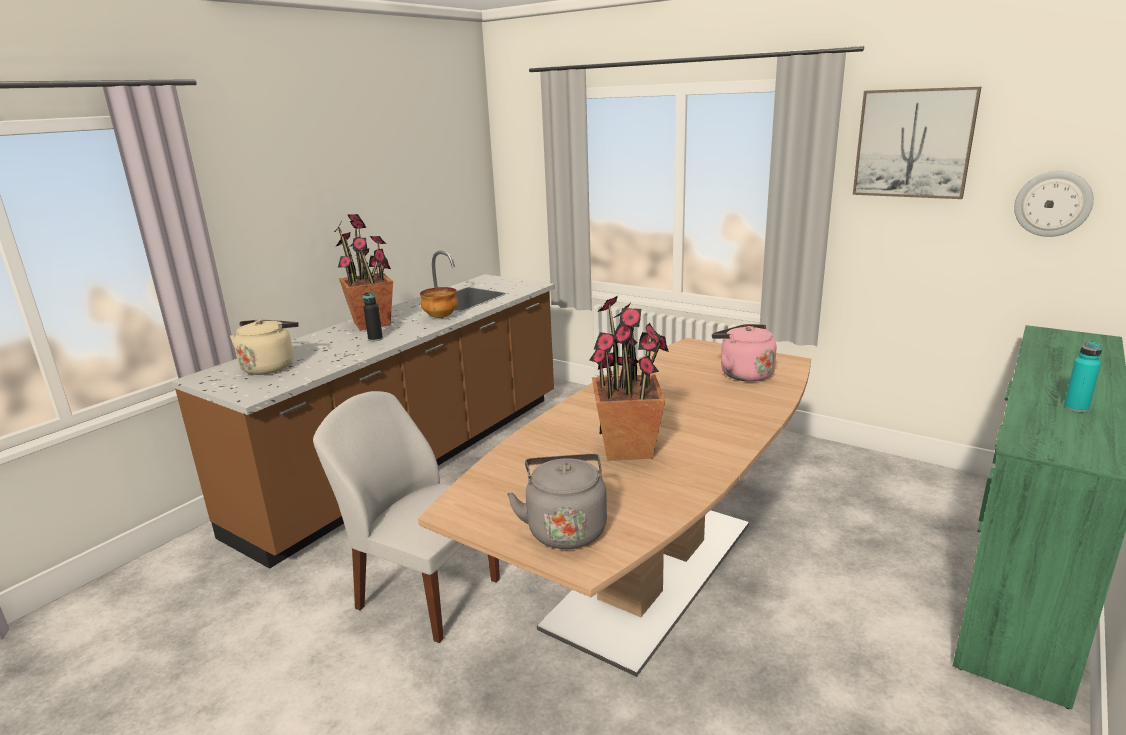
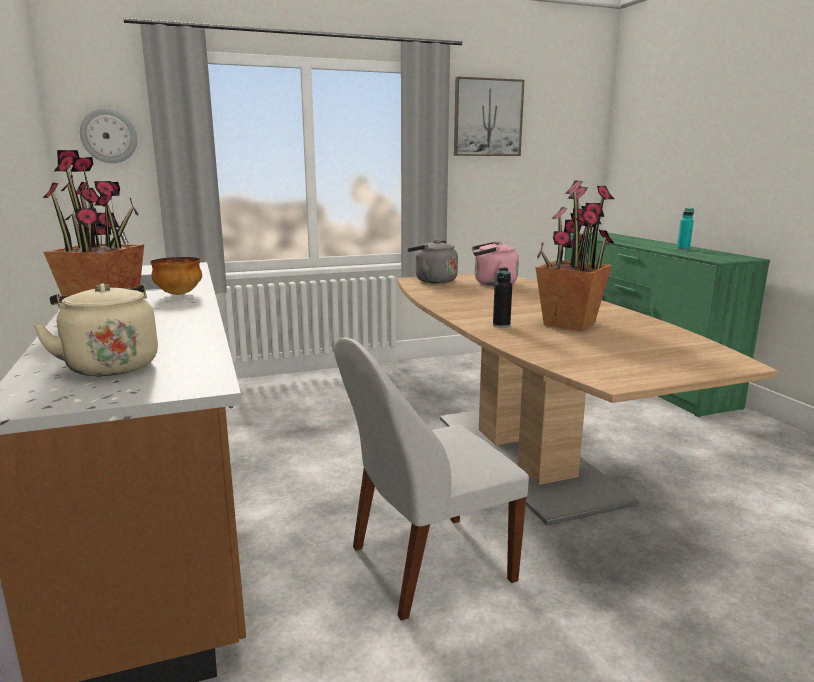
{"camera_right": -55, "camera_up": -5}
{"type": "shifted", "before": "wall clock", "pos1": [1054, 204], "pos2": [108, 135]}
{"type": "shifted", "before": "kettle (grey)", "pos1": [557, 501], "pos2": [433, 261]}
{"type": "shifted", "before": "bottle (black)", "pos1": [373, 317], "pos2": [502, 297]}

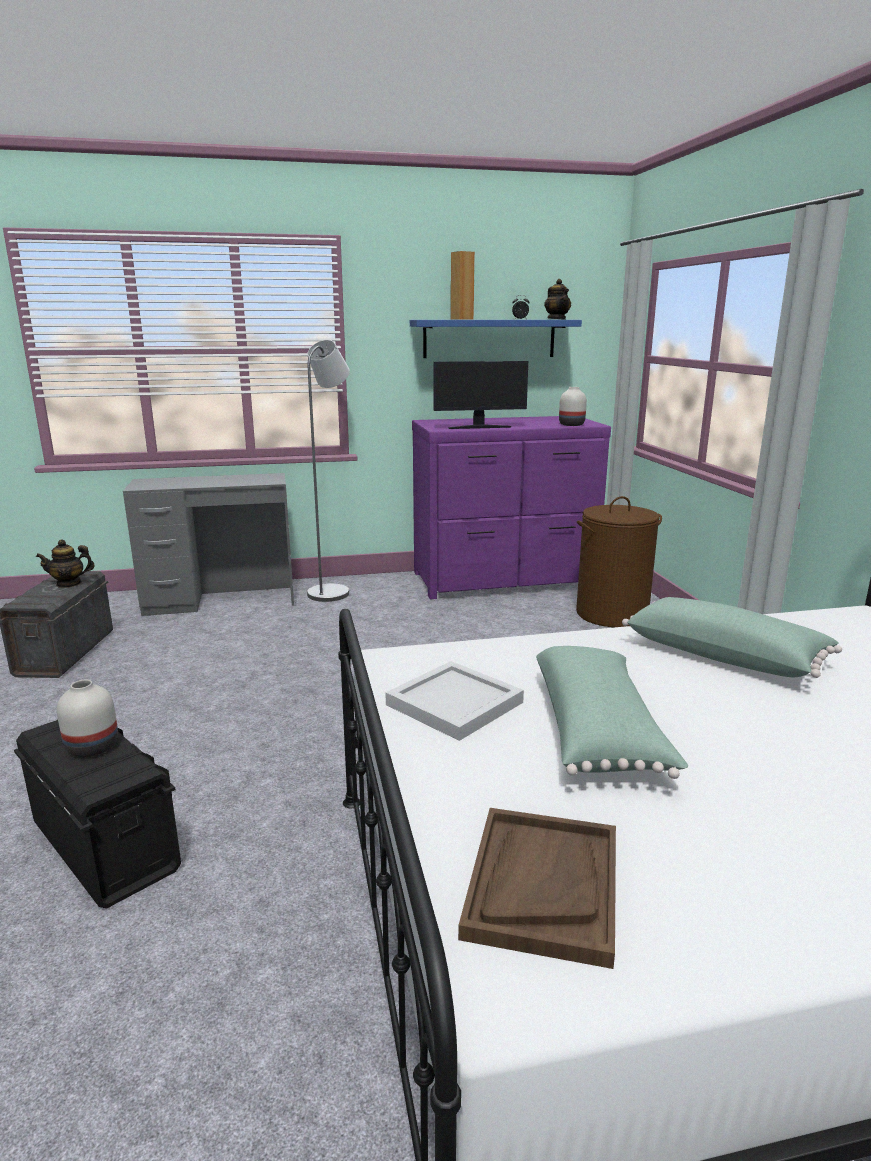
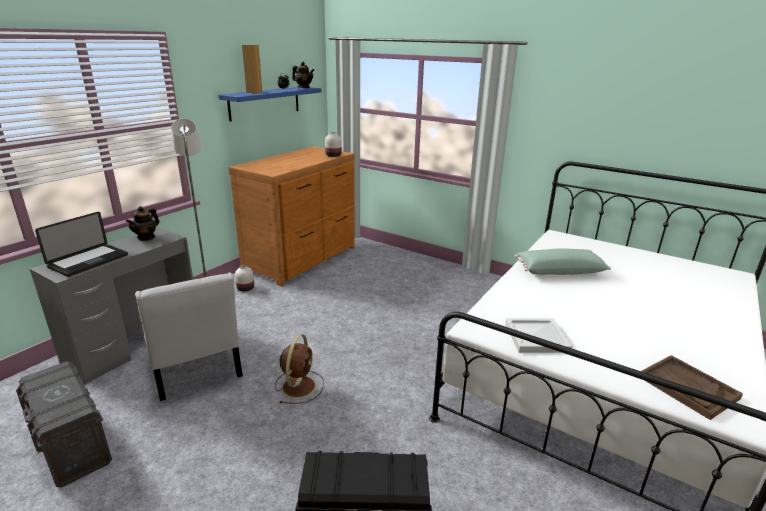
{"camera_right": -45, "camera_up": 5}
{"type": "new", "after": "laptop", "pos2": [81, 244]}
{"type": "shifted", "before": "teapot", "pos1": [65, 563], "pos2": [142, 223]}
{"type": "new", "after": "chair (white)", "pos2": [189, 336]}
{"type": "repainted", "before": "dresser (purple)", "after": "dresser (brown)", "pos1": [511, 507], "pos2": [292, 216]}
{"type": "shifted", "before": "vase (white)", "pos1": [87, 718], "pos2": [244, 278]}
{"type": "new", "after": "fan (brown)", "pos2": [299, 369]}
{"type": "gone", "before": "monitor", "pos1": [480, 395]}
{"type": "gone", "before": "pillow (green)", "pos1": [612, 712]}
{"type": "gone", "before": "laundry basket (brown)", "pos1": [619, 561]}

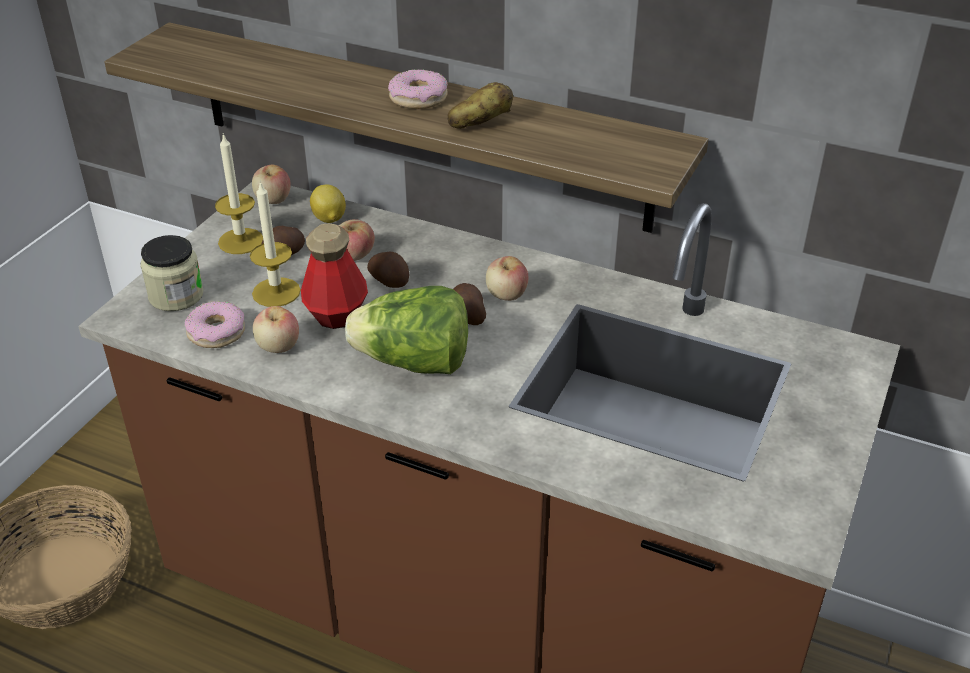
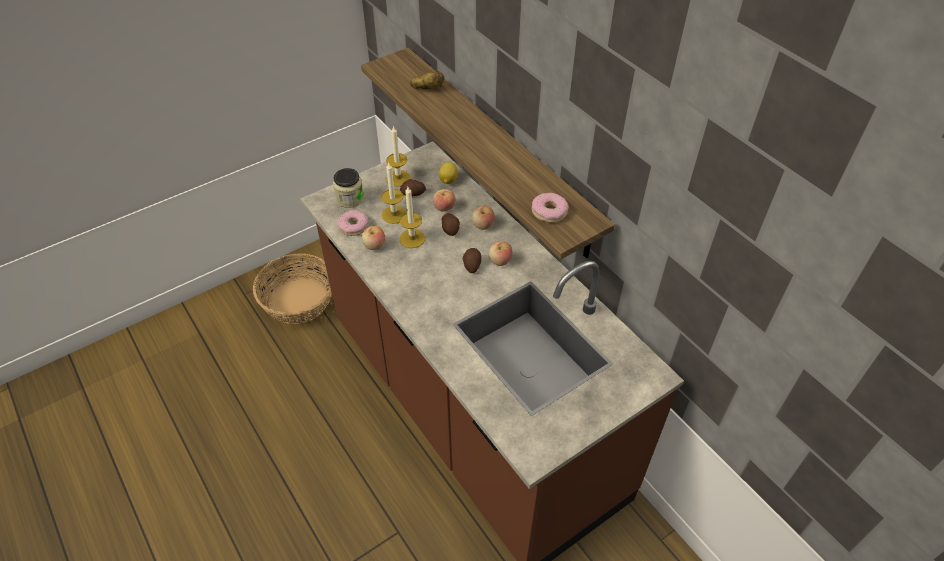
{"camera_right": 30, "camera_up": 10}
{"type": "swapped", "before": "bottle", "after": "candle", "pos1": [334, 276], "pos2": [412, 217]}
{"type": "shifted", "before": "potato", "pos1": [480, 105], "pos2": [427, 80]}
{"type": "shifted", "before": "apple", "pos1": [271, 184], "pos2": [483, 218]}
{"type": "shifted", "before": "donut", "pos1": [417, 89], "pos2": [550, 208]}
{"type": "gone", "before": "lettuce", "pos1": [406, 330]}

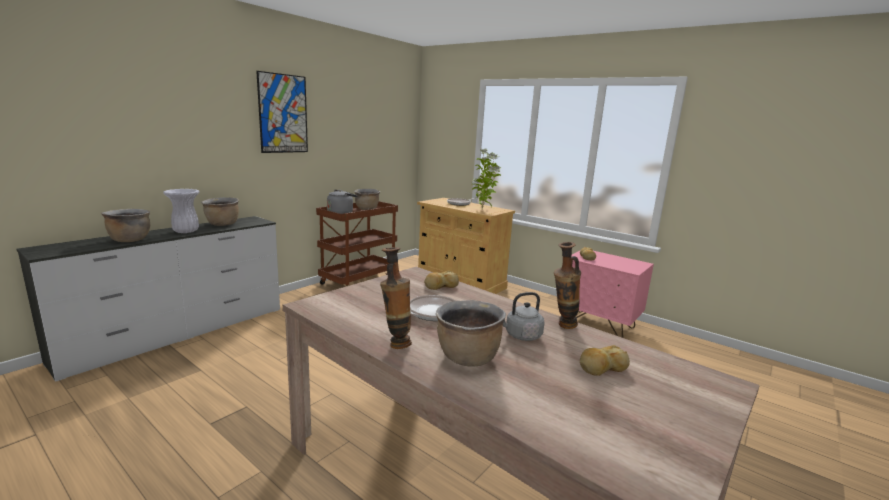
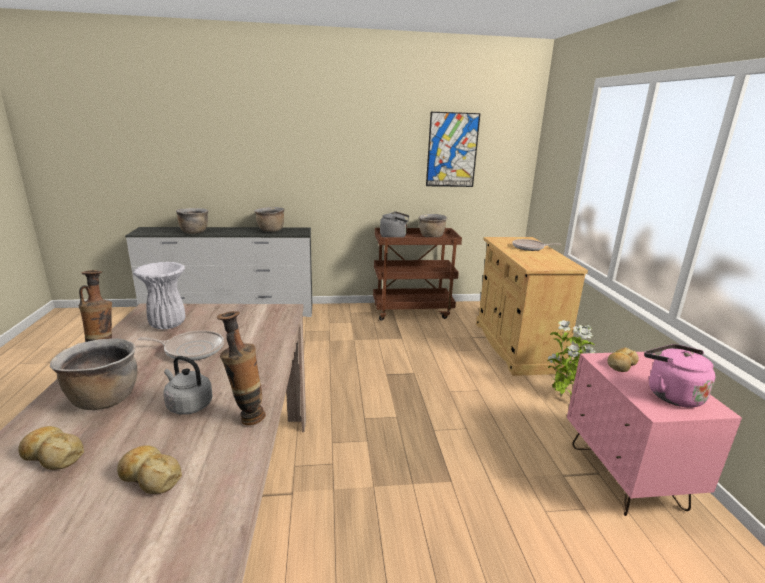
{"camera_right": 45, "camera_up": 5}
{"type": "shifted", "before": "bread", "pos1": [441, 280], "pos2": [51, 448]}
{"type": "shifted", "before": "vase (white)", "pos1": [181, 211], "pos2": [159, 295]}
{"type": "shifted", "before": "picture", "pos1": [282, 112], "pos2": [453, 149]}
{"type": "shifted", "before": "potted plant", "pos1": [486, 178], "pos2": [572, 358]}
{"type": "new", "after": "kettle (pink)", "pos2": [679, 376]}

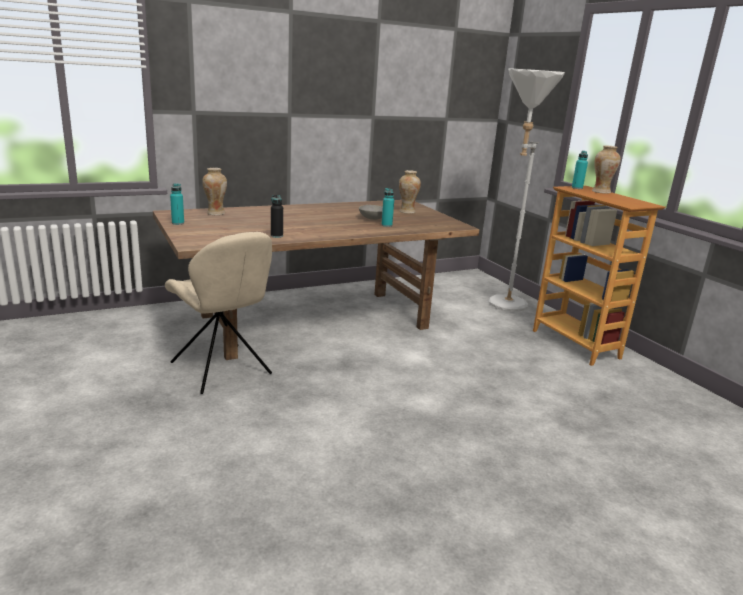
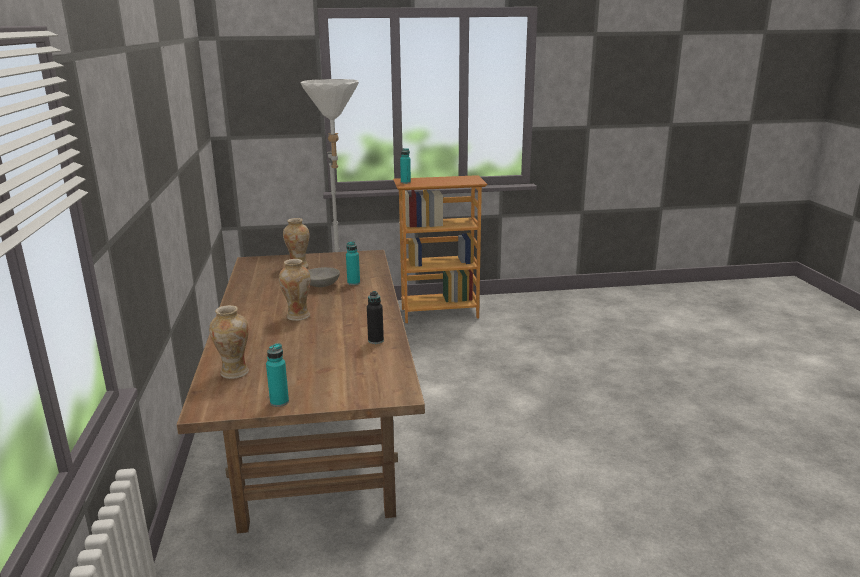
{"camera_right": -70, "camera_up": 0}
{"type": "shifted", "before": "vase", "pos1": [606, 169], "pos2": [295, 290]}
{"type": "gone", "before": "chair (beige)", "pos1": [218, 313]}

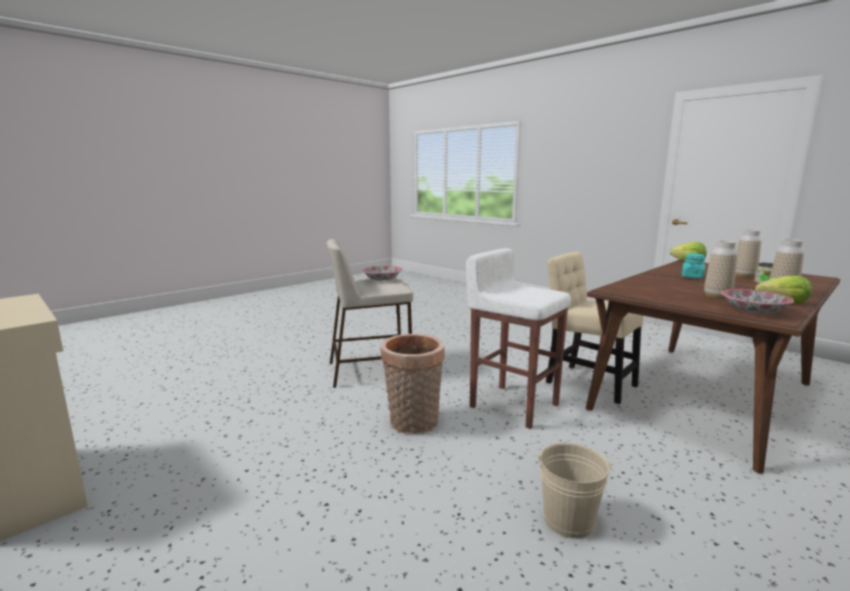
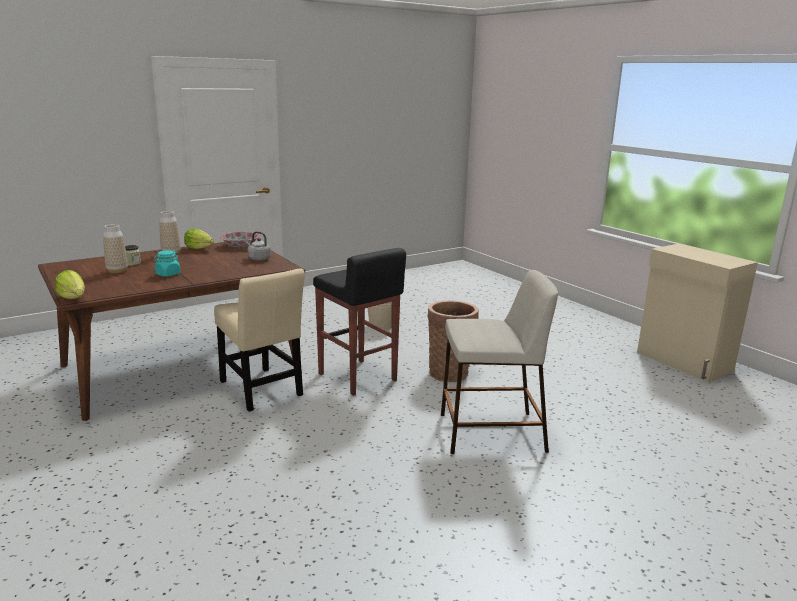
{"camera_right": -170, "camera_up": 5}
{"type": "new", "after": "kettle (grey)", "pos2": [258, 246]}
{"type": "repainted", "before": "stool (white)", "after": "stool (black)", "pos1": [518, 338], "pos2": [359, 322]}
{"type": "gone", "before": "bowl", "pos1": [382, 273]}
{"type": "gone", "before": "vase", "pos1": [720, 269]}

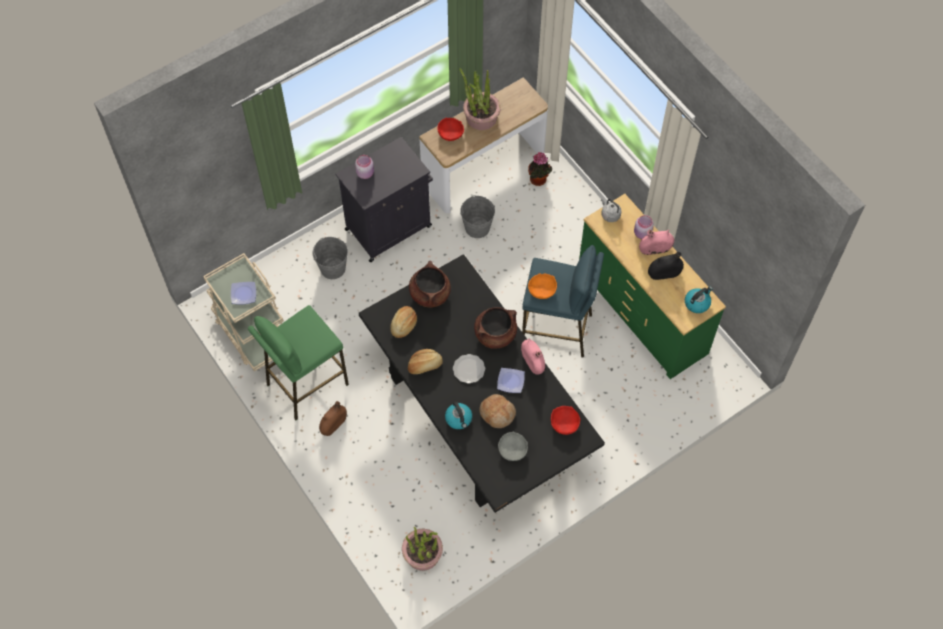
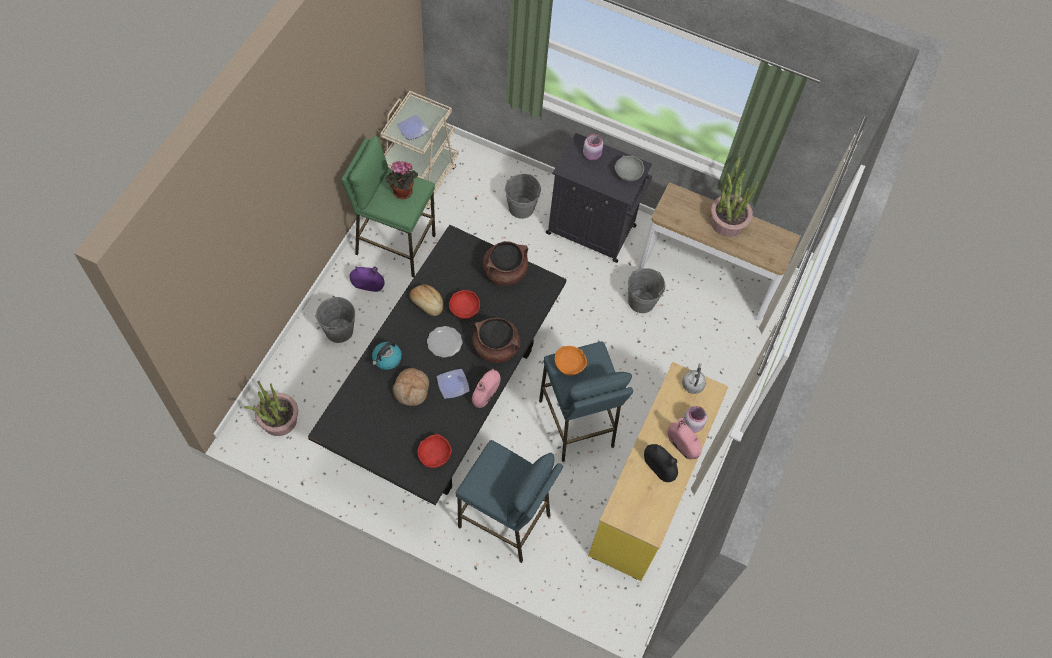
{"camera_right": 55, "camera_up": 0}
{"type": "new", "after": "bucket (grey)", "pos2": [335, 319]}
{"type": "repainted", "before": "vase (brown)", "after": "vase (purple)", "pos1": [333, 418], "pos2": [367, 279]}
{"type": "shifted", "before": "potted plant", "pos1": [540, 169], "pos2": [401, 180]}
{"type": "shifted", "before": "bowl (red)", "pos1": [450, 129], "pos2": [464, 304]}
{"type": "new", "after": "stool (blue)", "pos2": [509, 501]}
{"type": "repainted", "before": "dresser (green)", "after": "dresser (yellow)", "pos1": [652, 286], "pos2": [658, 471]}
{"type": "shifted", "before": "bowl (grey)", "pos1": [513, 446], "pos2": [629, 168]}
{"type": "gone", "before": "bread", "pos1": [403, 322]}
{"type": "gone", "before": "kettle", "pos1": [699, 299]}

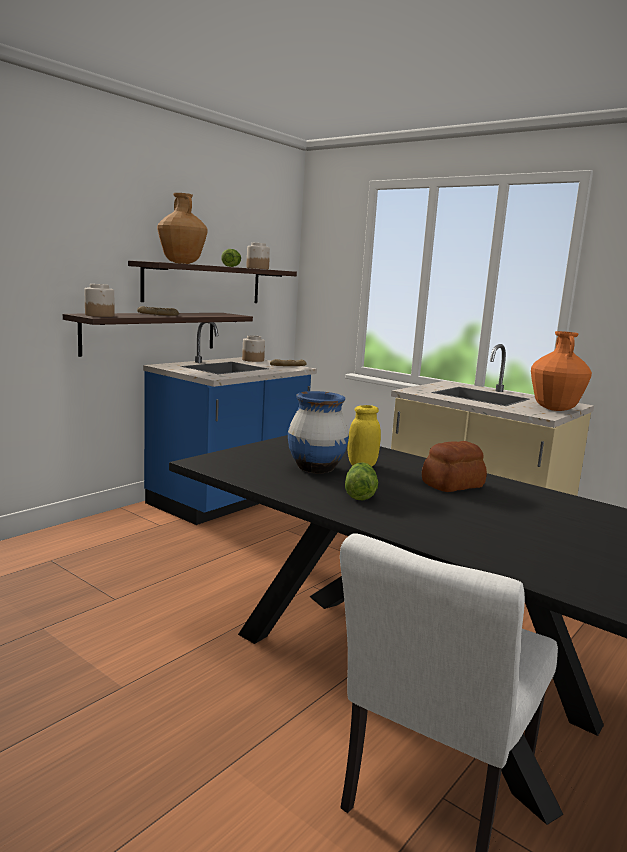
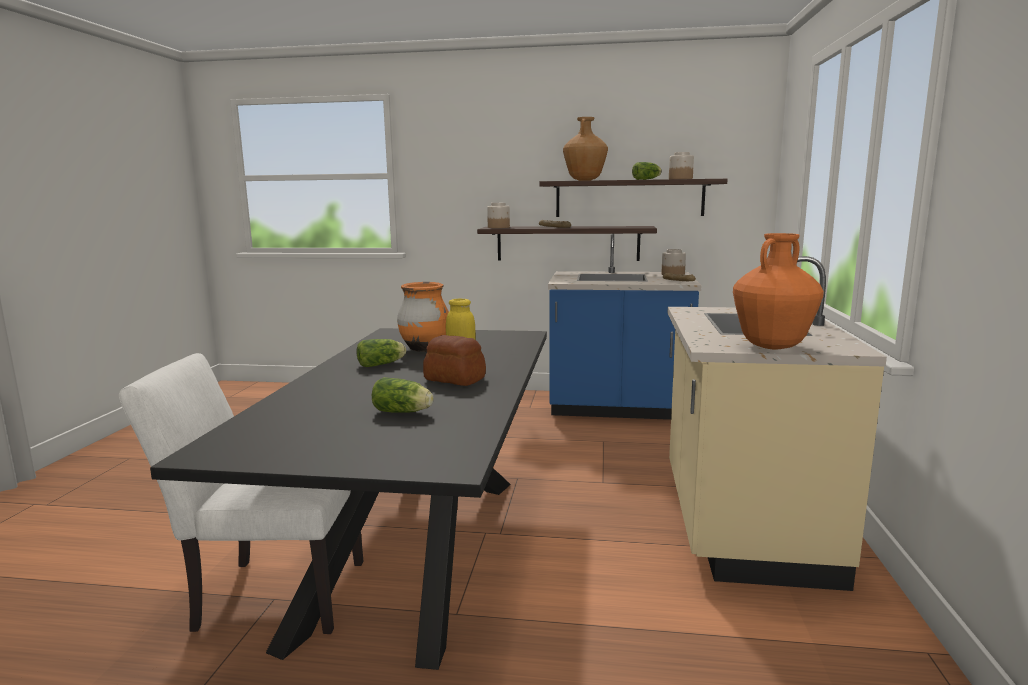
{"camera_right": 60, "camera_up": 0}
{"type": "new", "after": "lettuce", "pos2": [403, 395]}
{"type": "repainted", "before": "vase (blue)", "after": "vase (orange)", "pos1": [318, 432], "pos2": [423, 317]}

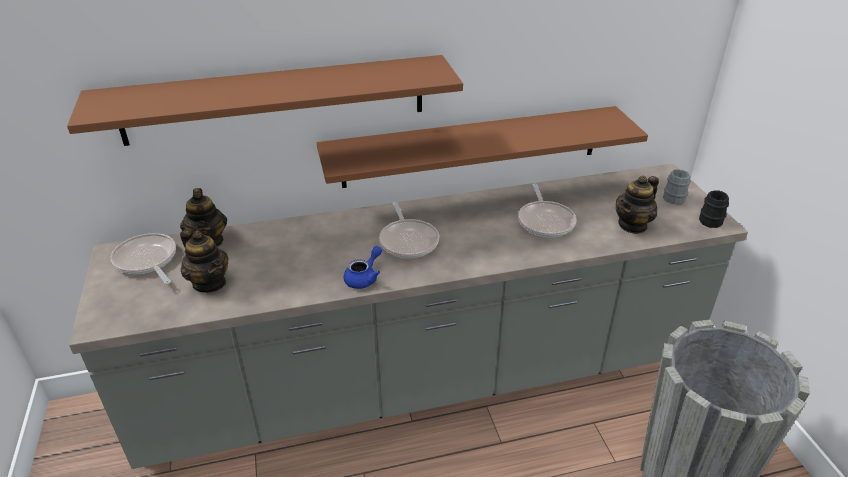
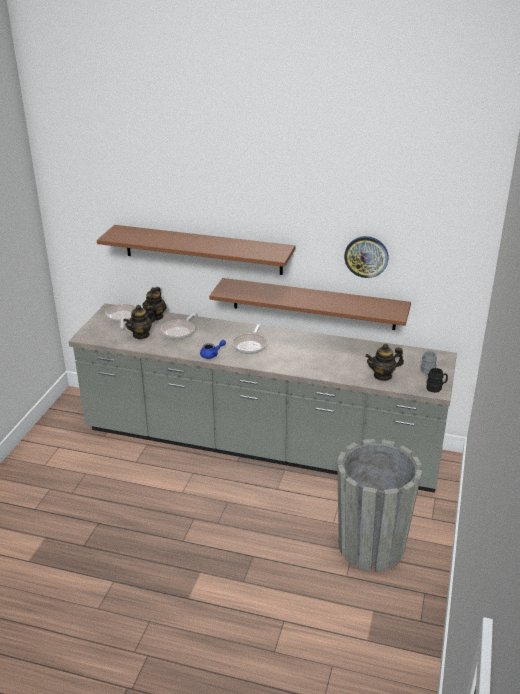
{"camera_right": 30, "camera_up": -5}
{"type": "rotated", "before": "teapot", "pos1": [204, 260], "pos2": [140, 322], "turn": 60}
{"type": "shifted", "before": "frying pan", "pos1": [547, 210], "pos2": [179, 325]}
{"type": "new", "after": "wall clock", "pos2": [366, 257]}

